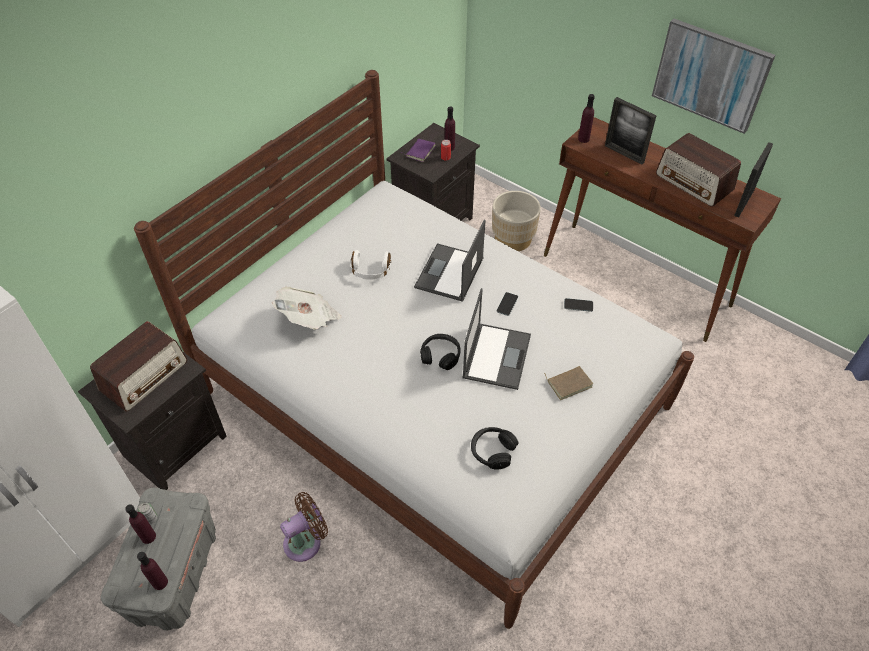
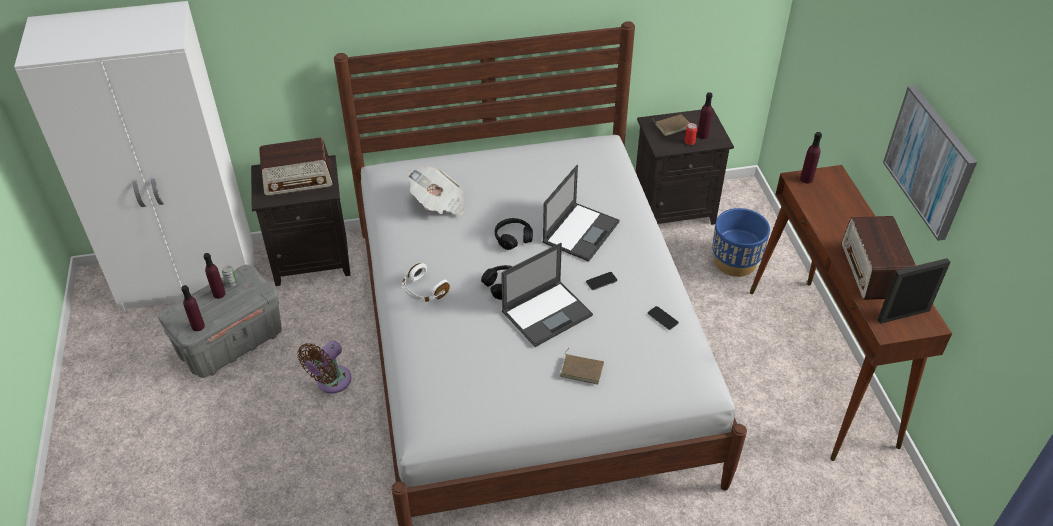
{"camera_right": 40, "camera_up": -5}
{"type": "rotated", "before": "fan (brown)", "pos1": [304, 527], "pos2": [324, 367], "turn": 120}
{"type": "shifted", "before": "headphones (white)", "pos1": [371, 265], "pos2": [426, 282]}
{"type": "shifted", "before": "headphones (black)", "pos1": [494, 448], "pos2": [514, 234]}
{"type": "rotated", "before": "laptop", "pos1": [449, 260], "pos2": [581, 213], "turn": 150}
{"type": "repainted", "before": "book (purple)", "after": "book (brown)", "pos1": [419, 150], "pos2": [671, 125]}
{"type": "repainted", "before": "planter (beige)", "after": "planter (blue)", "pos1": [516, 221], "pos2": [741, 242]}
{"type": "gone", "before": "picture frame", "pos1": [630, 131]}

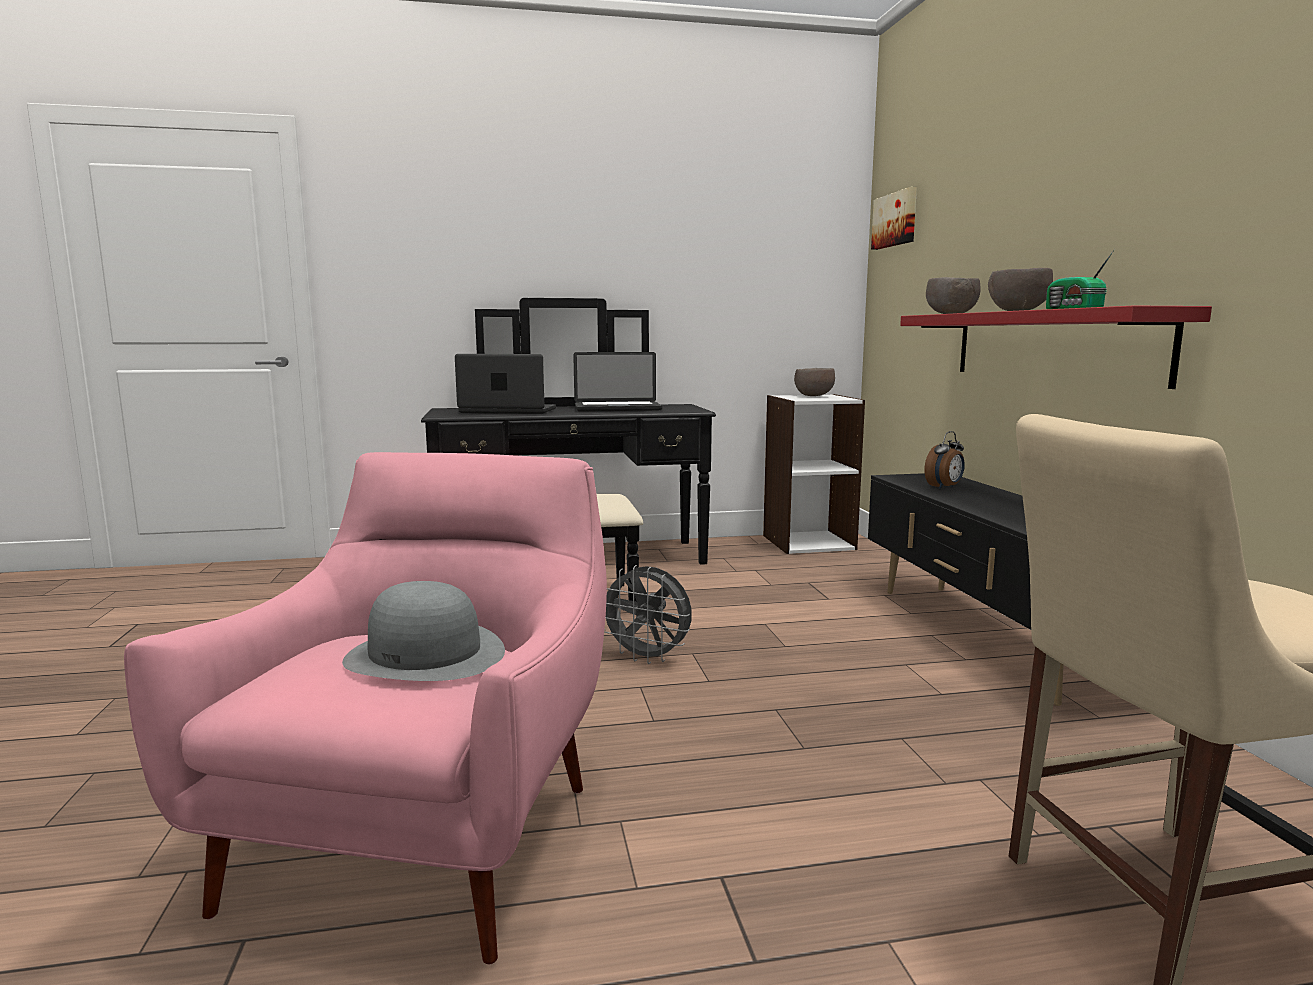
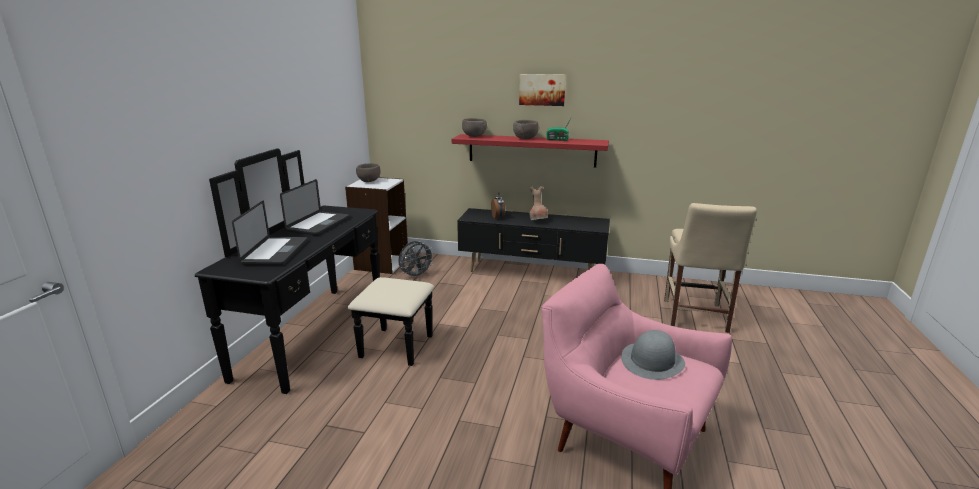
{"camera_right": -65, "camera_up": 10}
{"type": "rotated", "before": "laptop", "pos1": [505, 384], "pos2": [269, 233], "turn": 150}
{"type": "shifted", "before": "fan (grey)", "pos1": [648, 614], "pos2": [416, 260]}
{"type": "shifted", "before": "picture", "pos1": [894, 218], "pos2": [542, 90]}
{"type": "new", "after": "vase (brown)", "pos2": [538, 203]}

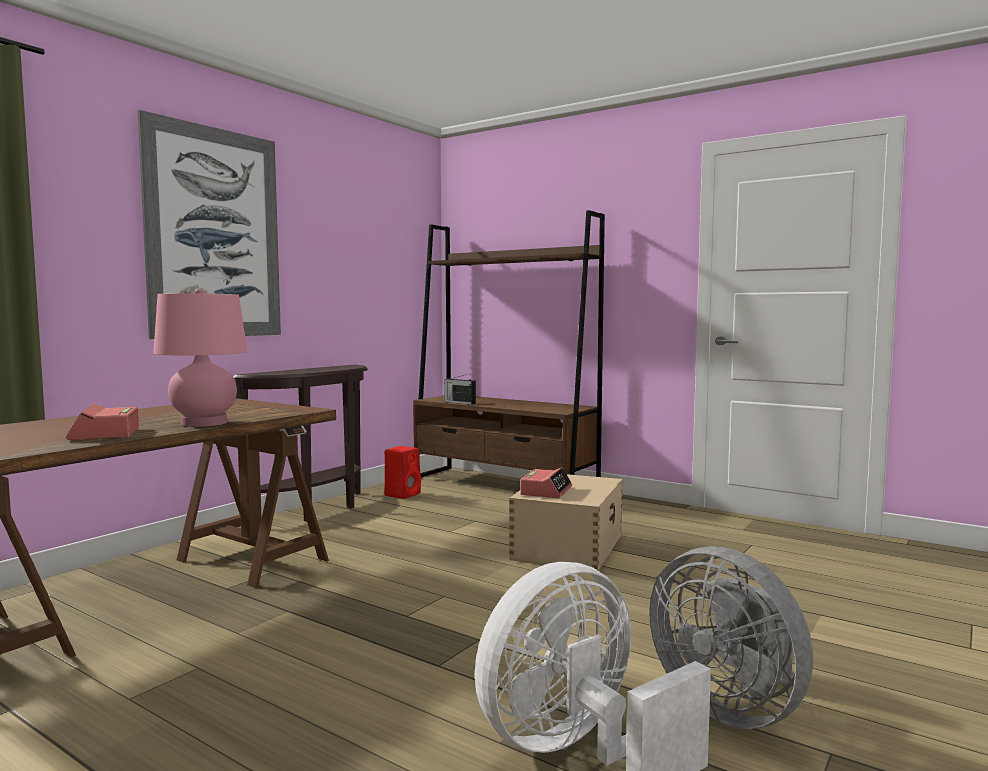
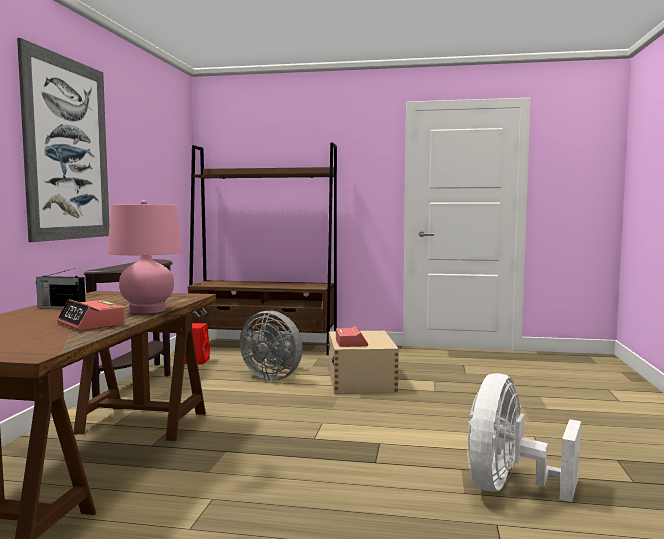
{"camera_right": -25, "camera_up": 0}
{"type": "shifted", "before": "radio", "pos1": [460, 389], "pos2": [60, 288]}
{"type": "shifted", "before": "fan (grey)", "pos1": [731, 638], "pos2": [271, 345]}

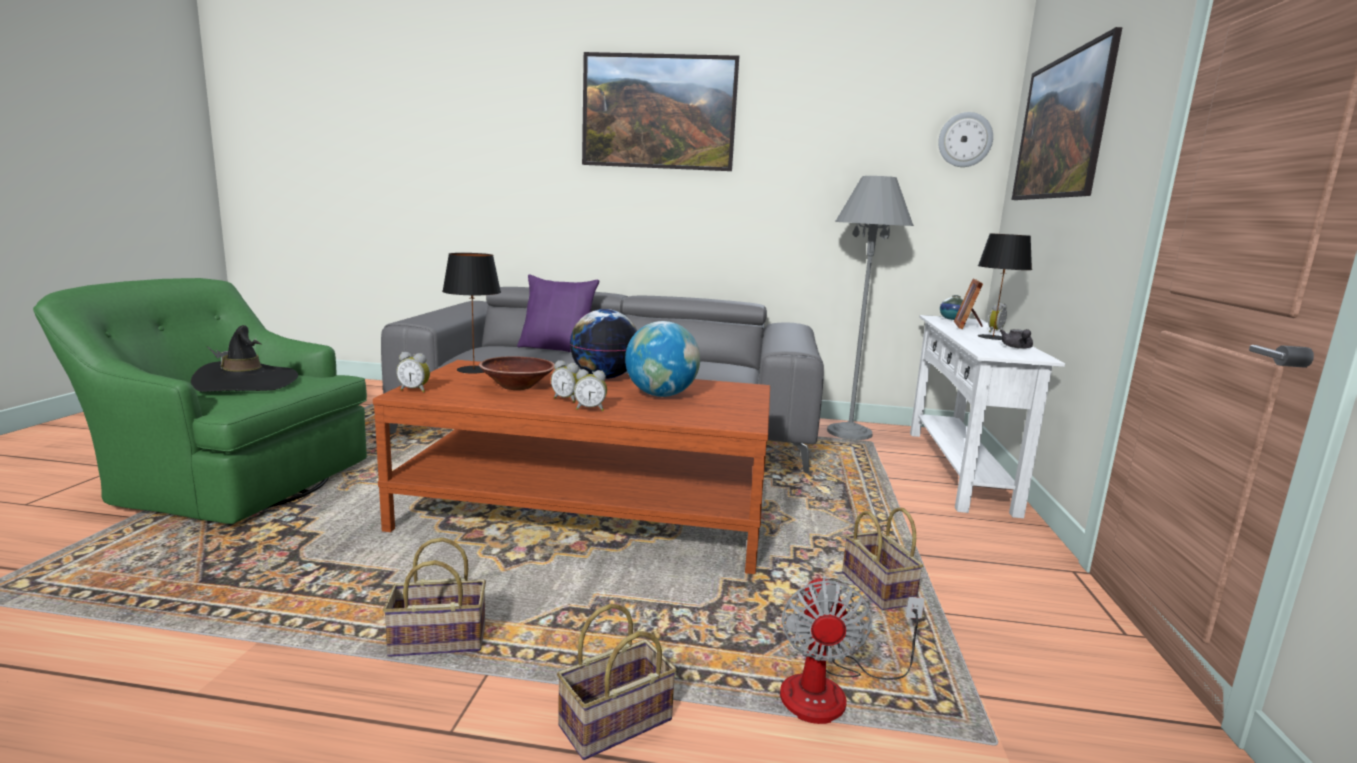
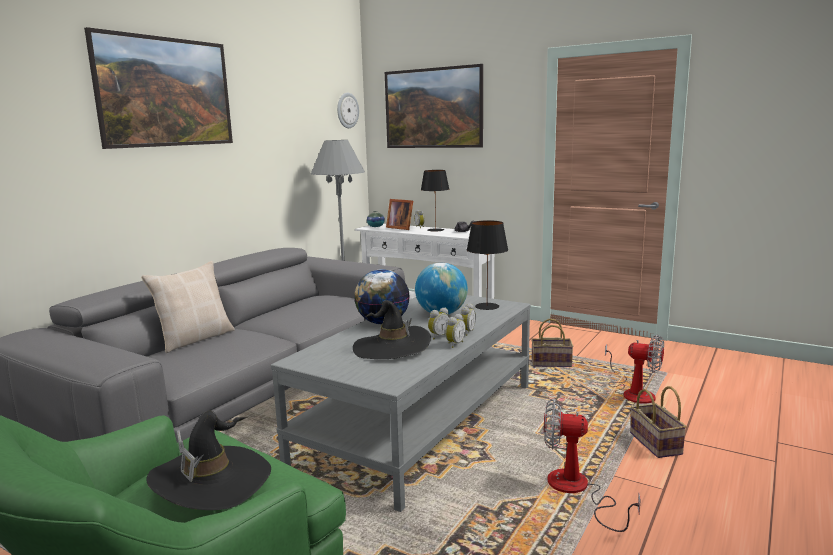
{"camera_right": -65, "camera_up": 0}
{"type": "repainted", "before": "pillow (purple)", "after": "pillow (beige)", "pos1": [558, 313], "pos2": [188, 307]}
{"type": "repainted", "before": "coffee table (brown)", "after": "coffee table (grey)", "pos1": [571, 467], "pos2": [401, 403]}
{"type": "swapped", "before": "bowl (brown)", "after": "hat (black)", "pos1": [517, 373], "pos2": [392, 329]}
{"type": "shifted", "before": "alarm clock", "pos1": [413, 372], "pos2": [455, 331]}
{"type": "shifted", "before": "table lamp (black)", "pos1": [471, 313], "pos2": [487, 265]}
{"type": "swapped", "before": "basket", "after": "fan", "pos1": [434, 597], "pos2": [592, 465]}

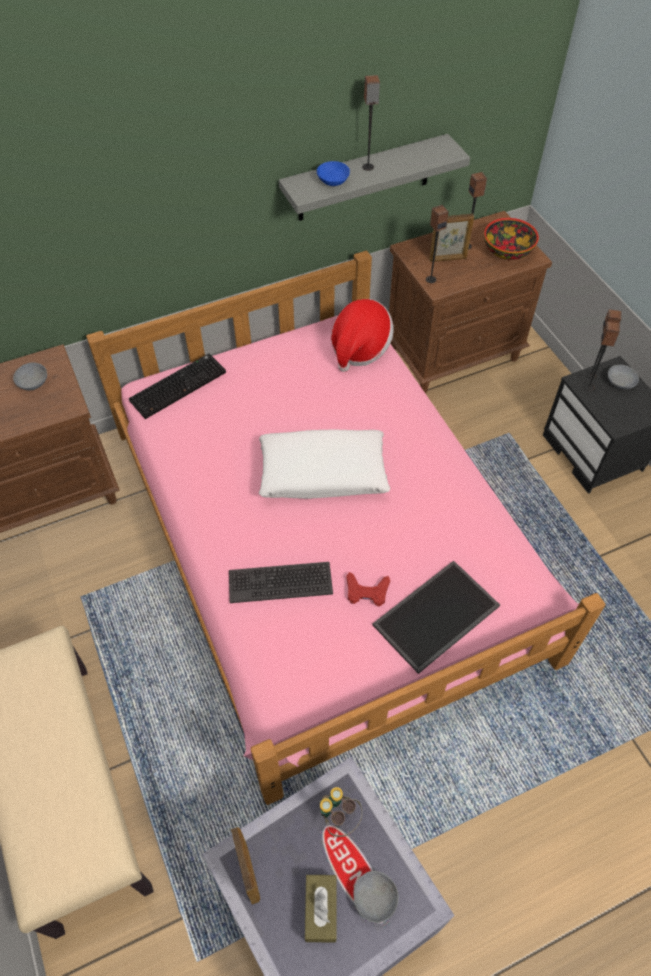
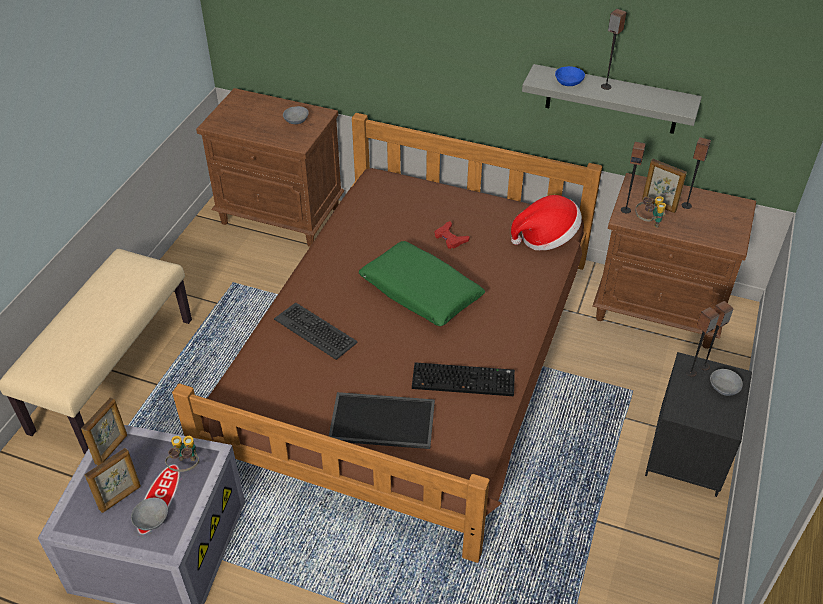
{"camera_right": 45, "camera_up": -10}
{"type": "swapped", "before": "tissue box (brown)", "after": "picture frame", "pos1": [320, 909], "pos2": [113, 480]}
{"type": "repainted", "before": "bed (pink)", "after": "bed (brown)", "pos1": [346, 528], "pos2": [387, 338]}
{"type": "repainted", "before": "pillow (white)", "after": "pillow (green)", "pos1": [324, 464], "pos2": [422, 283]}
{"type": "shifted", "before": "keyboard", "pos1": [177, 386], "pos2": [463, 379]}
{"type": "shifted", "before": "game controller (red)", "pos1": [368, 589], "pos2": [452, 235]}
{"type": "new", "after": "binoculars", "pos2": [650, 212]}
{"type": "gone", "before": "bowl", "pos1": [511, 239]}

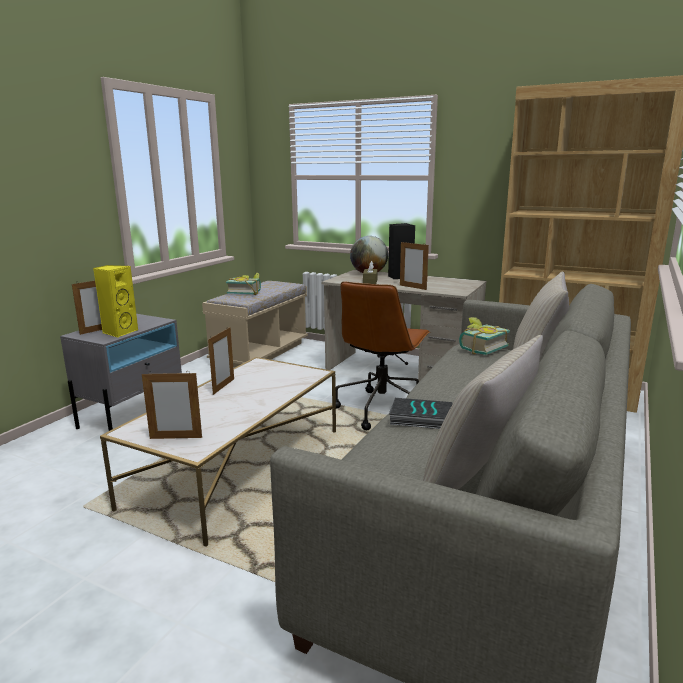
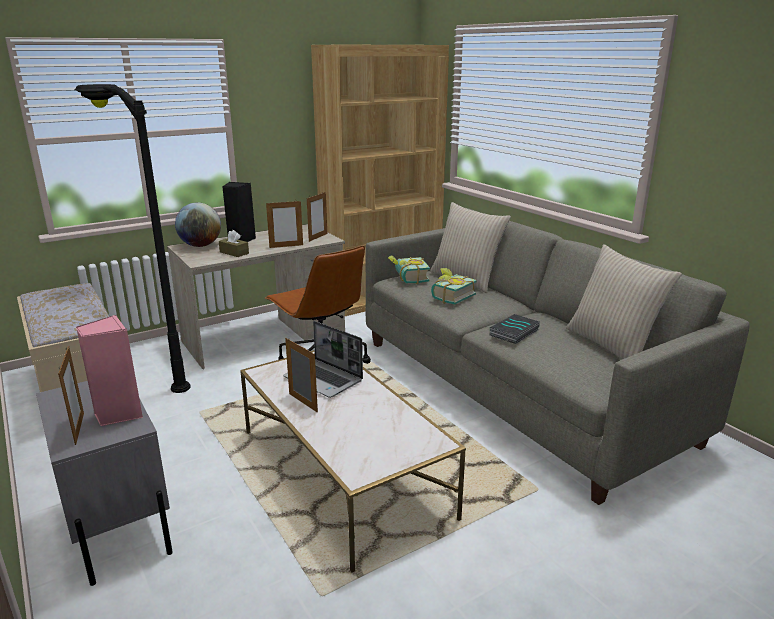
{"camera_right": -60, "camera_up": 5}
{"type": "new", "after": "floor lamp (black)", "pos2": [132, 238]}
{"type": "repainted", "before": "speaker (yellow)", "after": "speaker (pink)", "pos1": [115, 301], "pos2": [109, 371]}
{"type": "new", "after": "laptop", "pos2": [323, 359]}
{"type": "shifted", "before": "picture frame", "pos1": [172, 405], "pos2": [317, 216]}
{"type": "shifted", "before": "book", "pos1": [243, 283], "pos2": [454, 286]}

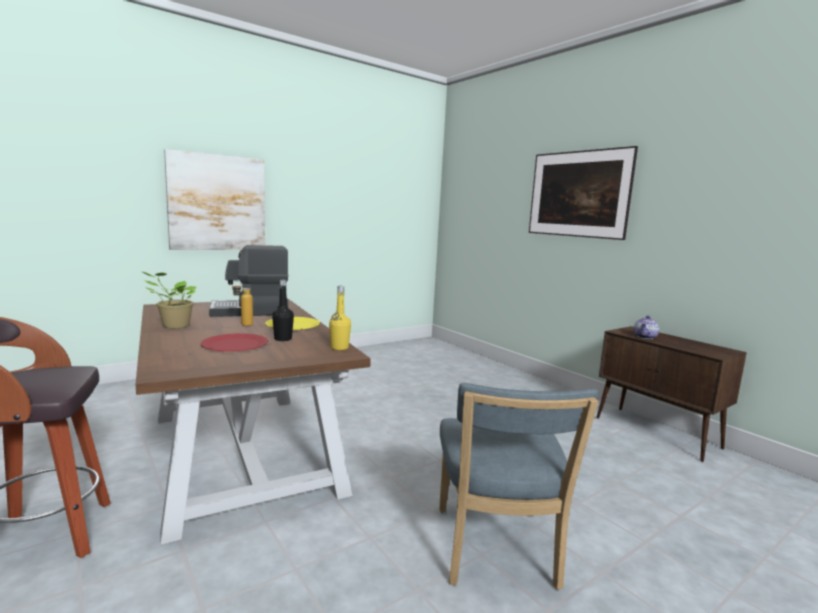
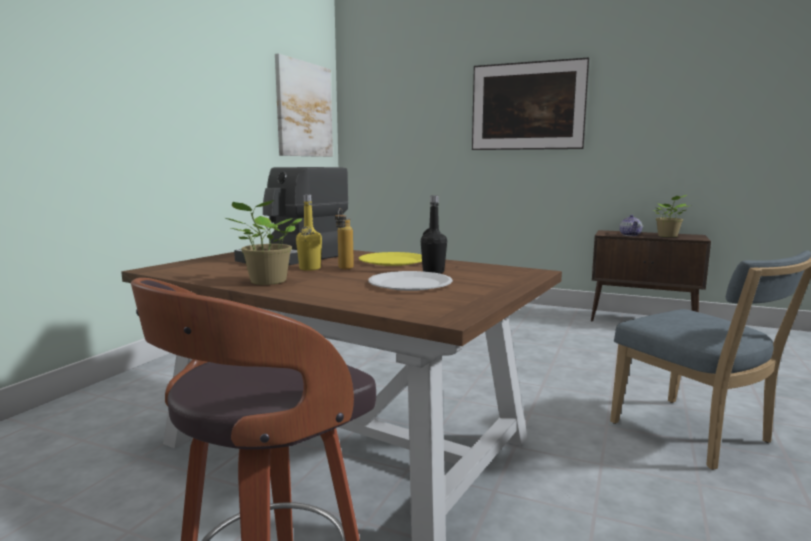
{"camera_right": -30, "camera_up": 0}
{"type": "shifted", "before": "picture", "pos1": [214, 199], "pos2": [304, 105]}
{"type": "shifted", "before": "bottle (yellow)", "pos1": [340, 318], "pos2": [309, 232]}
{"type": "repainted", "before": "plate (red)", "after": "plate (white)", "pos1": [234, 342], "pos2": [410, 281]}
{"type": "new", "after": "potted plant", "pos2": [670, 216]}

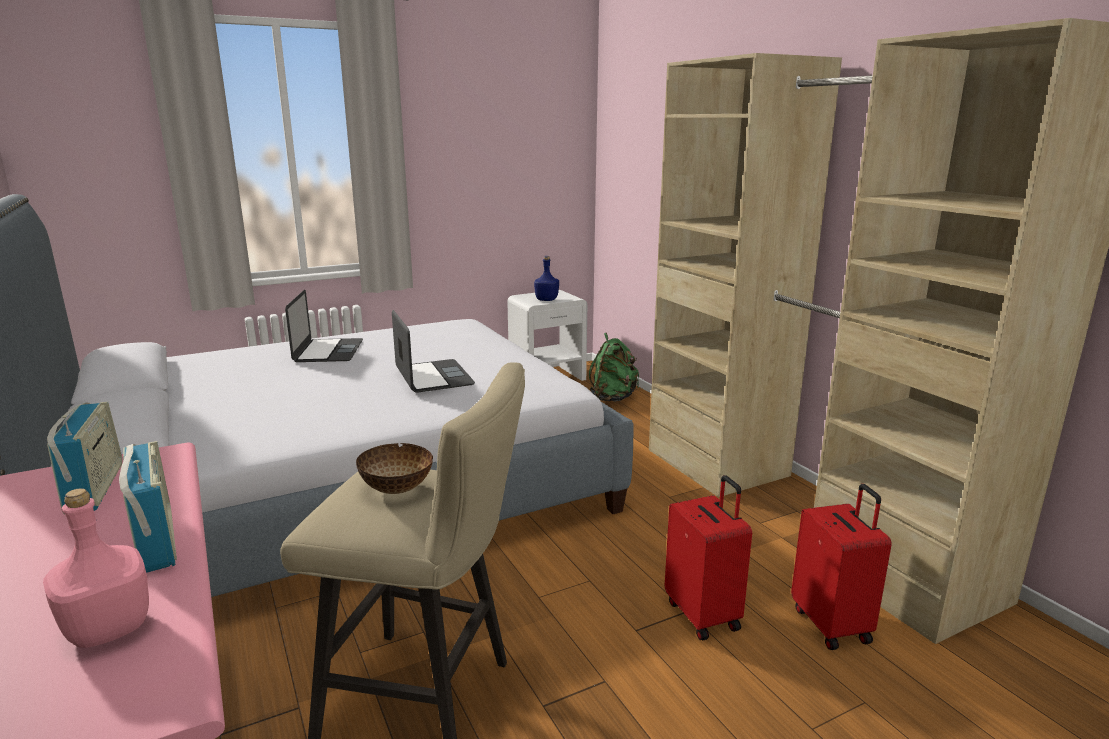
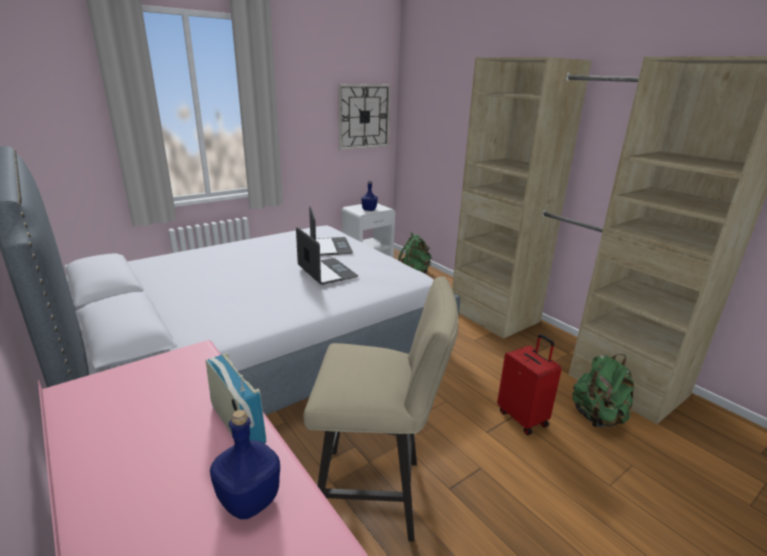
{"camera_right": -10, "camera_up": 5}
{"type": "repainted", "before": "bottle (pink)", "after": "bottle (blue)", "pos1": [96, 568], "pos2": [245, 464]}
{"type": "shifted", "before": "laptop", "pos1": [324, 326], "pos2": [331, 231]}
{"type": "new", "after": "wall clock", "pos2": [364, 117]}
{"type": "swapped", "before": "suitcase (red)", "after": "backpack (green)", "pos1": [841, 567], "pos2": [603, 390]}
{"type": "gone", "before": "radio", "pos1": [84, 458]}
{"type": "gone", "before": "bowl", "pos1": [394, 468]}

